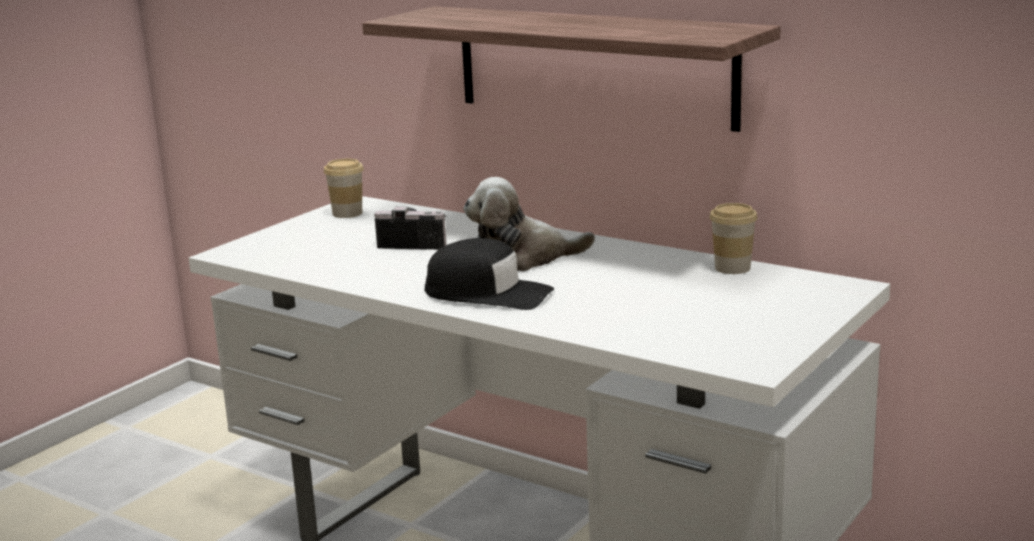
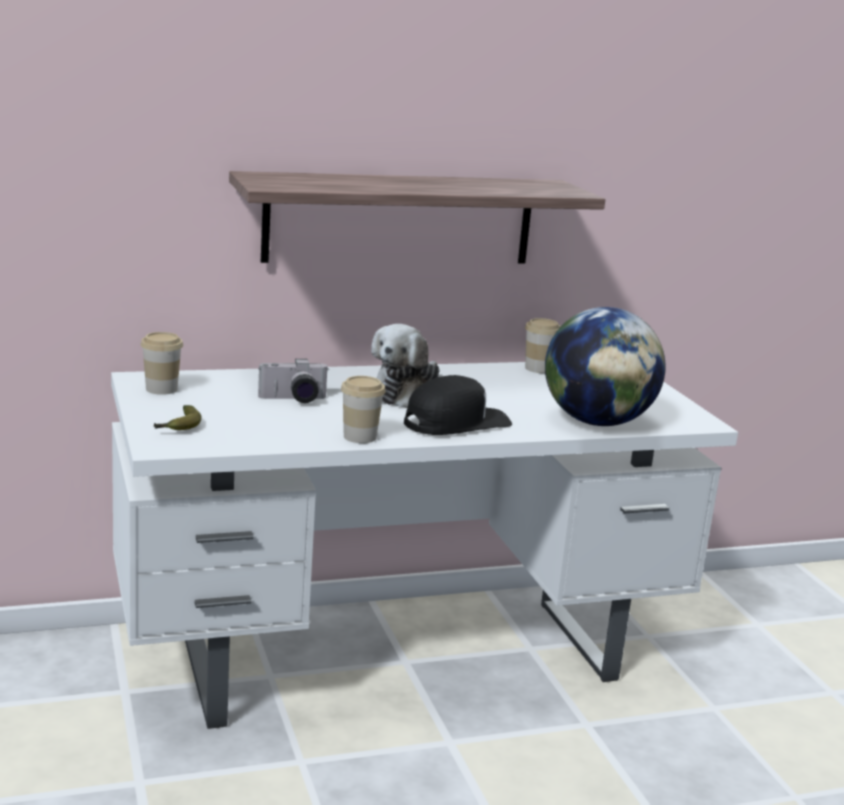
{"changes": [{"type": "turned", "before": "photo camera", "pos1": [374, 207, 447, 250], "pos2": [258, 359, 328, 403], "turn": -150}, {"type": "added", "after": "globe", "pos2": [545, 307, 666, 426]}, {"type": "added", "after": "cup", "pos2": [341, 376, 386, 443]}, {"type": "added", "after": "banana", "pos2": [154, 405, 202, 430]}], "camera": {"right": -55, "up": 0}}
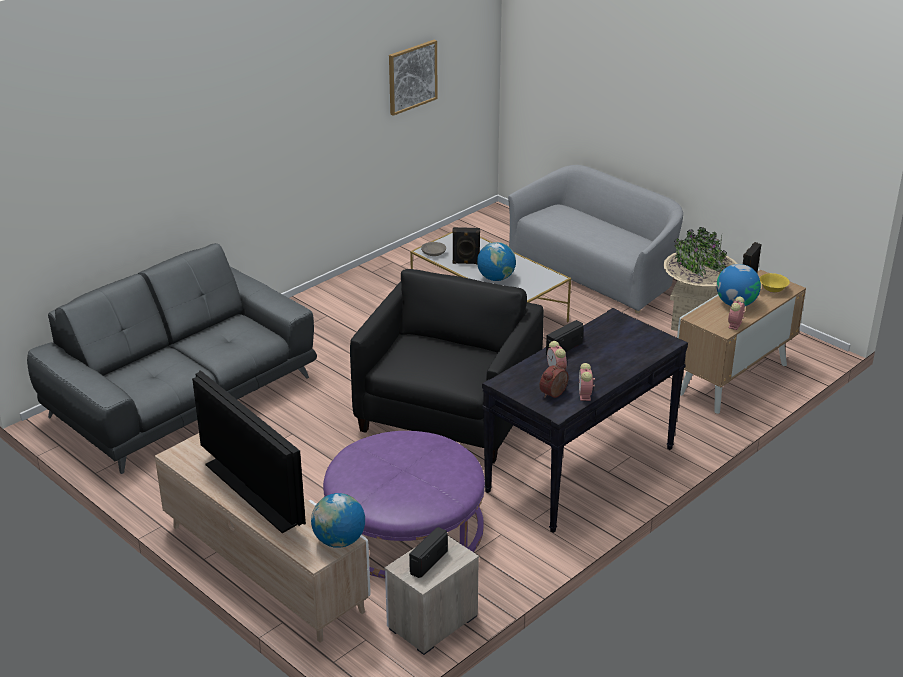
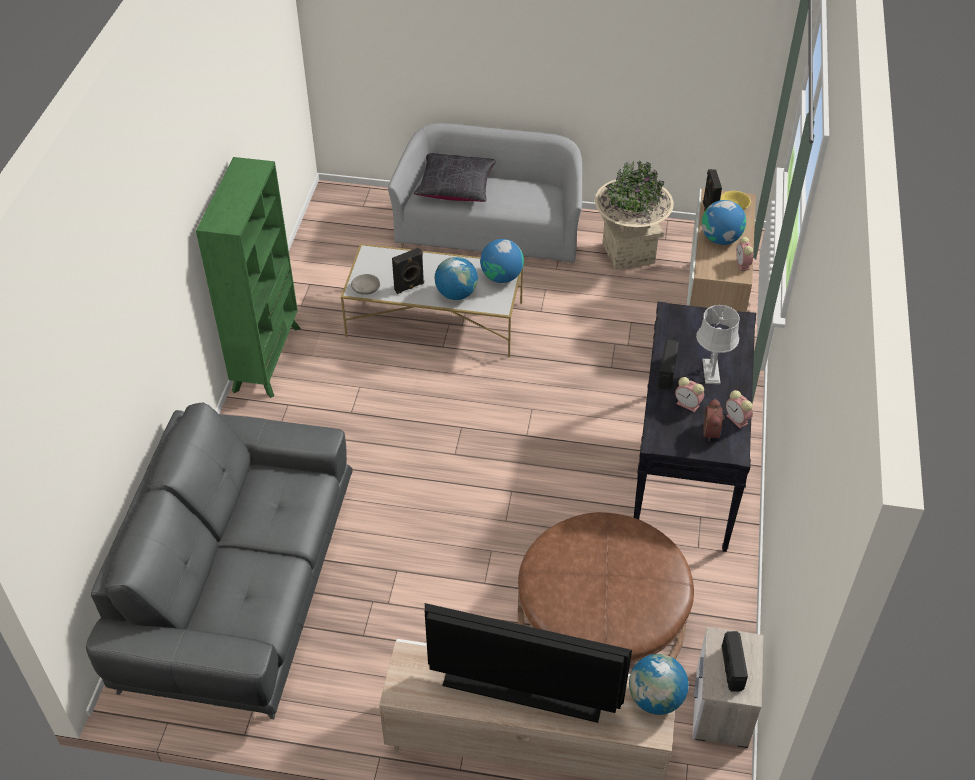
{"changes": [{"type": "removed", "before": "picture", "pos1": [389, 40, 438, 116]}, {"type": "removed", "before": "armchair (black)", "pos1": [350, 269, 544, 464]}, {"type": "recoloured", "before": "ottoman (purple)", "after": "ottoman (brown)", "pos1": [323, 431, 485, 578], "pos2": [518, 512, 694, 663]}, {"type": "added", "after": "pillow (black)", "pos2": [414, 153, 496, 202]}, {"type": "added", "after": "bookcase (green)", "pos2": [196, 157, 301, 398]}, {"type": "added", "after": "globe", "pos2": [480, 239, 524, 283]}, {"type": "added", "after": "table lamp (grey)", "pos2": [696, 305, 740, 384]}], "camera": {"right": -35, "up": 15}}
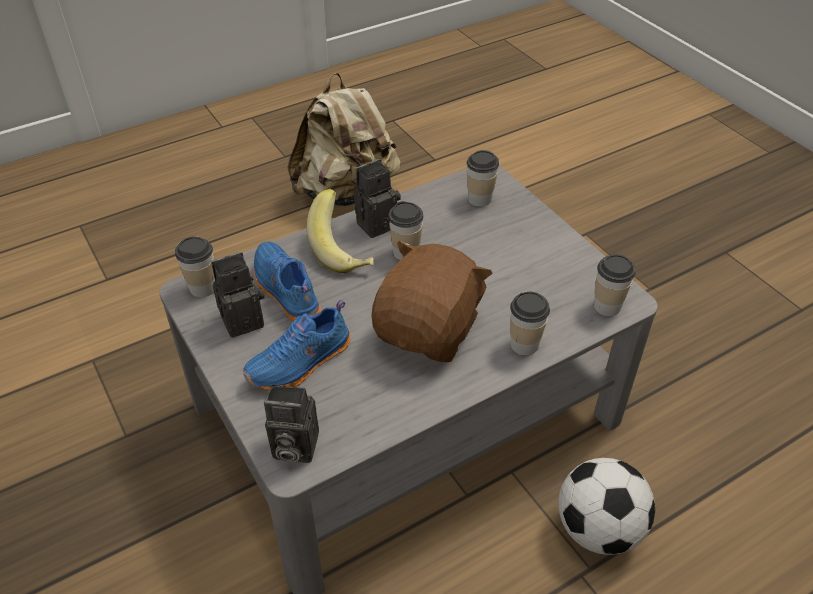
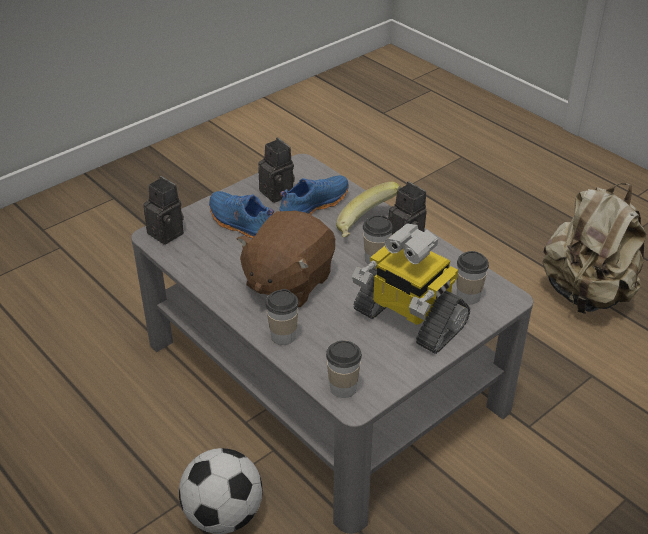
{"changes": [{"type": "removed", "before": "cup", "pos1": [175, 236, 215, 297]}, {"type": "turned", "before": "plush toy (brown)", "pos1": [371, 241, 493, 362], "pos2": [237, 211, 335, 308], "turn": 105}, {"type": "turned", "before": "photo camera", "pos1": [264, 384, 319, 463], "pos2": [144, 176, 184, 245], "turn": 135}, {"type": "added", "after": "toy robot", "pos2": [352, 223, 470, 354]}], "camera": {"right": 80, "up": -5}}
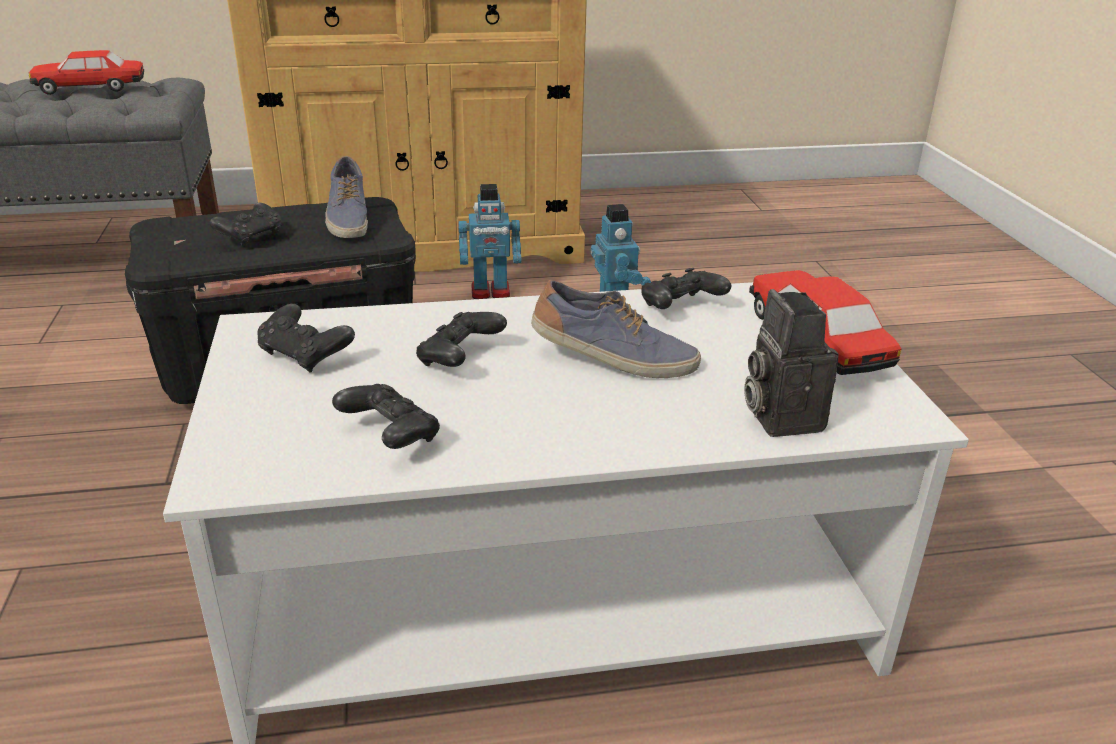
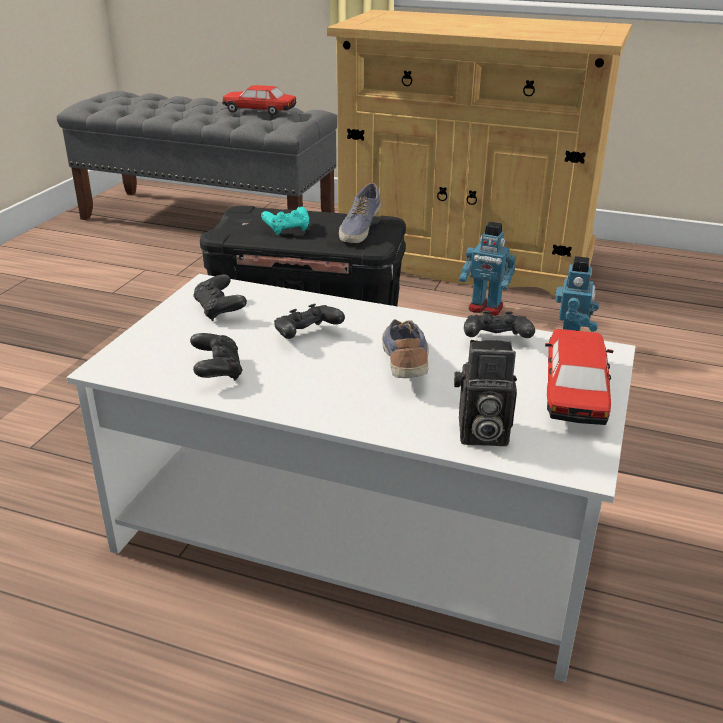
{"changes": [{"type": "recoloured", "before": "game controller (black)", "after": "game controller (turquoise)", "pos1": [210, 203, 281, 247], "pos2": [261, 206, 309, 235]}, {"type": "turned", "before": "shoe", "pos1": [531, 280, 701, 378], "pos2": [382, 319, 429, 378], "turn": -135}, {"type": "turned", "before": "photo camera", "pos1": [744, 289, 839, 437], "pos2": [454, 340, 517, 446], "turn": -105}], "camera": {"right": 30, "up": 0}}
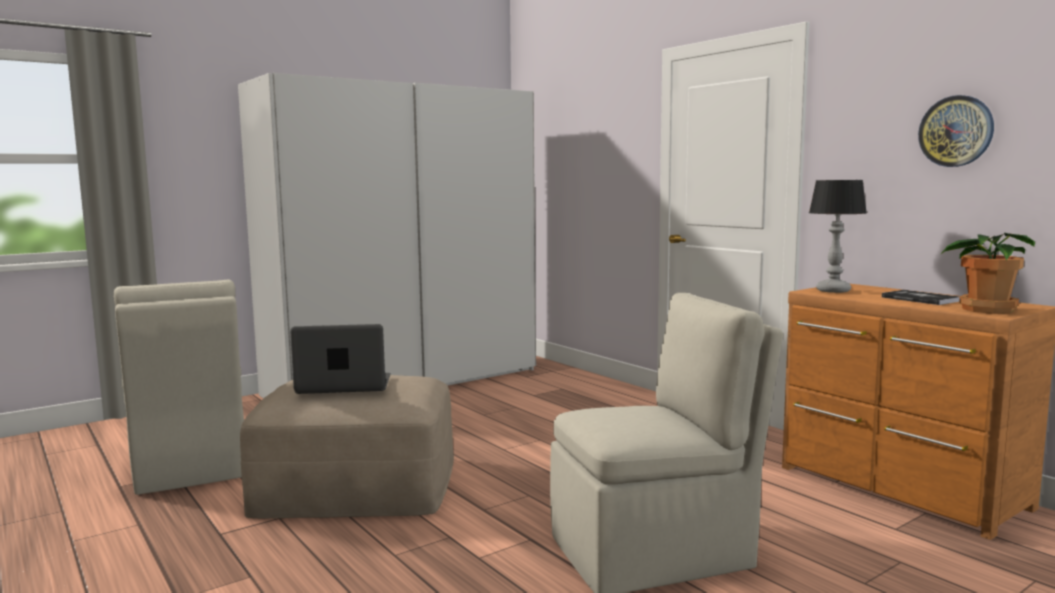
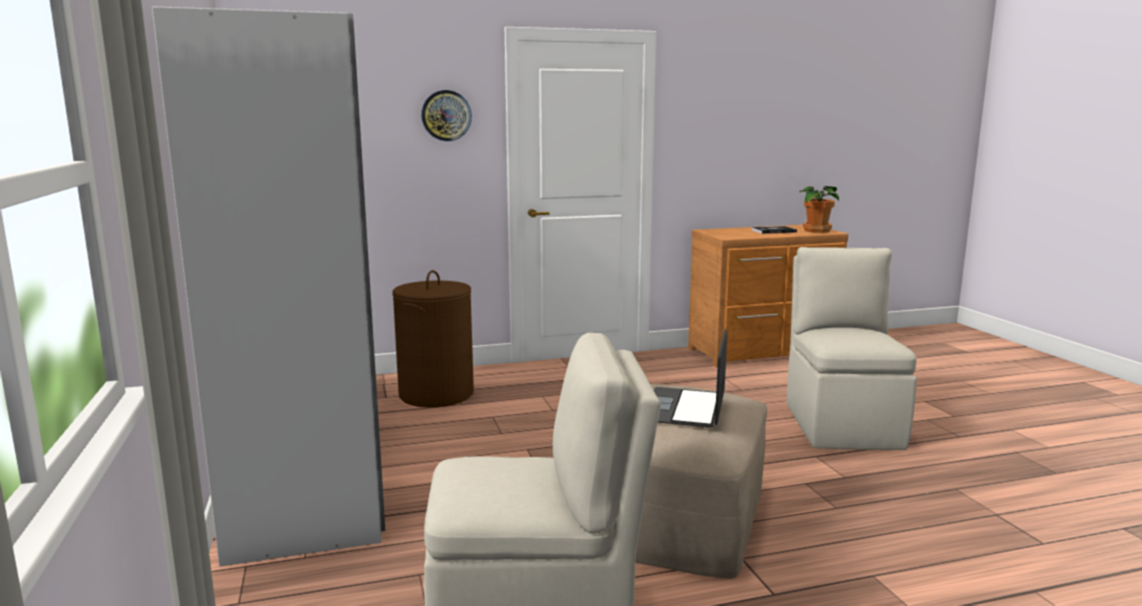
{"changes": [{"type": "moved", "before": "wall clock", "pos1": [918, 95, 994, 167], "pos2": [421, 90, 472, 141]}, {"type": "removed", "before": "table lamp", "pos1": [809, 180, 867, 293]}, {"type": "added", "after": "laundry basket (brown)", "pos2": [392, 270, 474, 407]}], "camera": {"right": -70, "up": 5}}
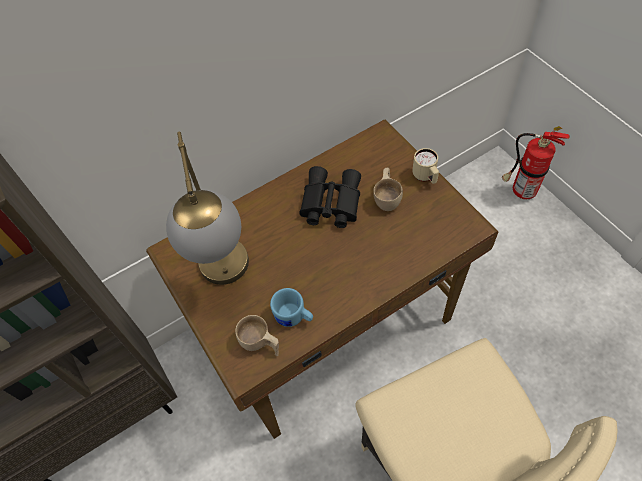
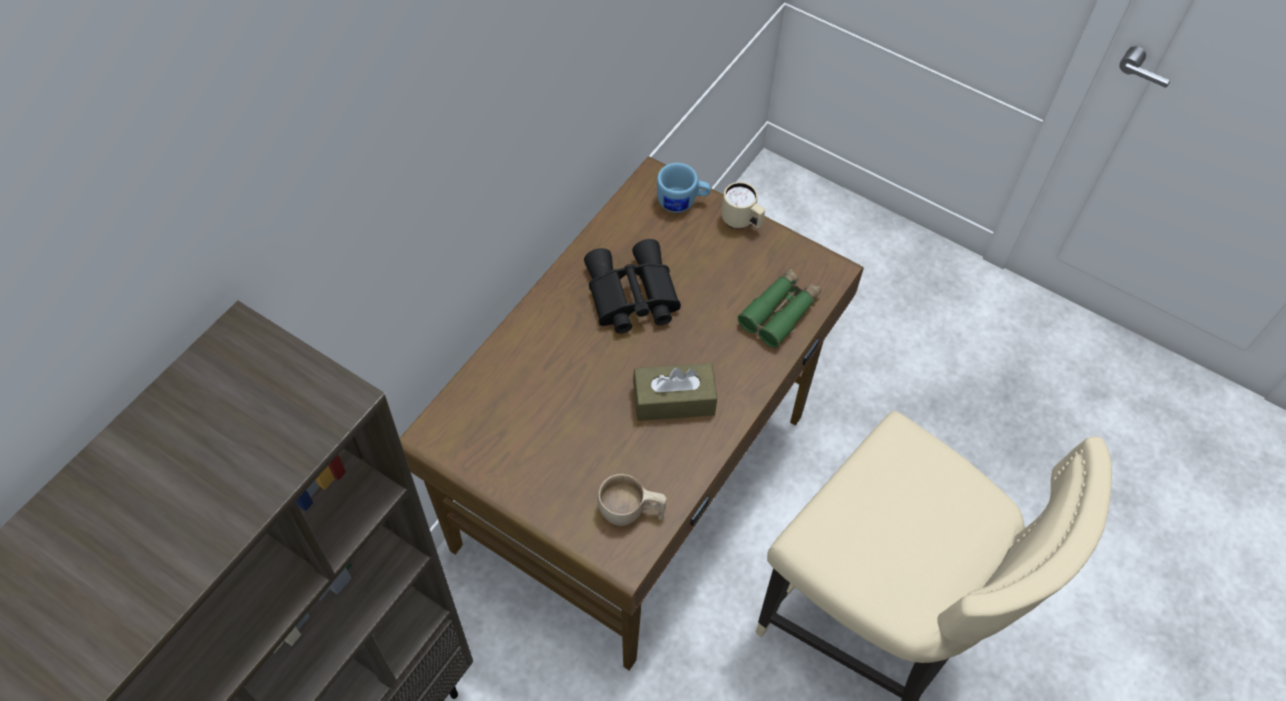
{"changes": [{"type": "removed", "before": "fire extinguisher", "pos1": [502, 126, 570, 199]}, {"type": "removed", "before": "table lamp", "pos1": [166, 132, 249, 285]}, {"type": "removed", "before": "cup (beige)", "pos1": [373, 168, 403, 211]}, {"type": "moved", "before": "mug (blue)", "pos1": [270, 288, 313, 327], "pos2": [657, 163, 711, 213]}, {"type": "added", "after": "binoculars (green)", "pos2": [738, 268, 822, 348]}, {"type": "added", "after": "tissue box (brown)", "pos2": [633, 363, 717, 421]}], "camera": {"right": -30, "up": 0}}
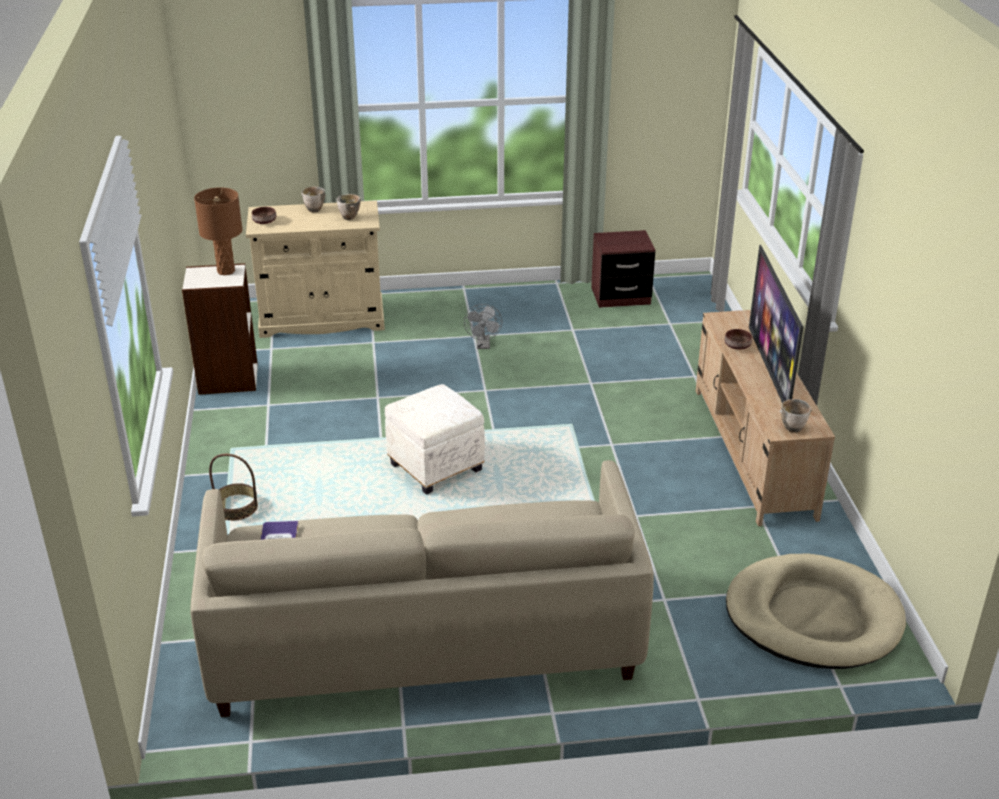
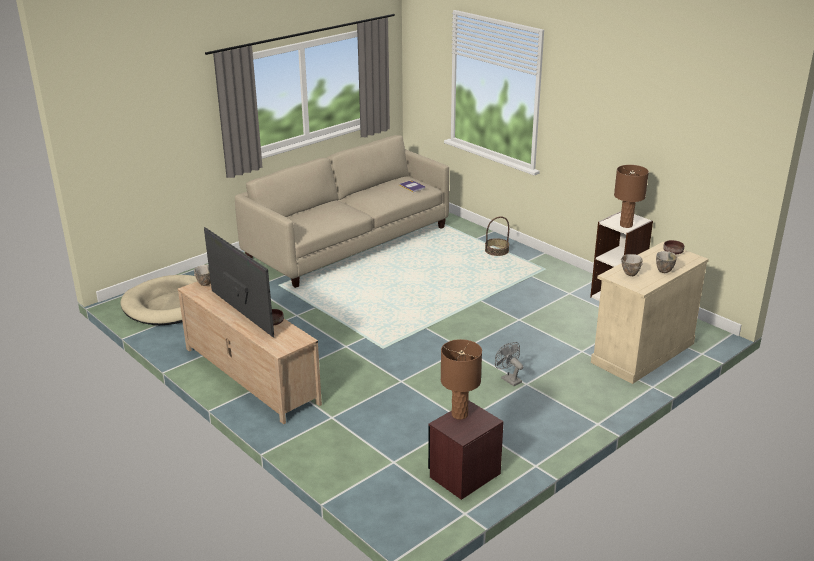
{"changes": [{"type": "removed", "before": "ottoman (white)", "pos1": [385, 384, 485, 495]}, {"type": "added", "after": "table lamp (brown)", "pos2": [441, 339, 482, 420]}], "camera": {"right": 145, "up": -5}}
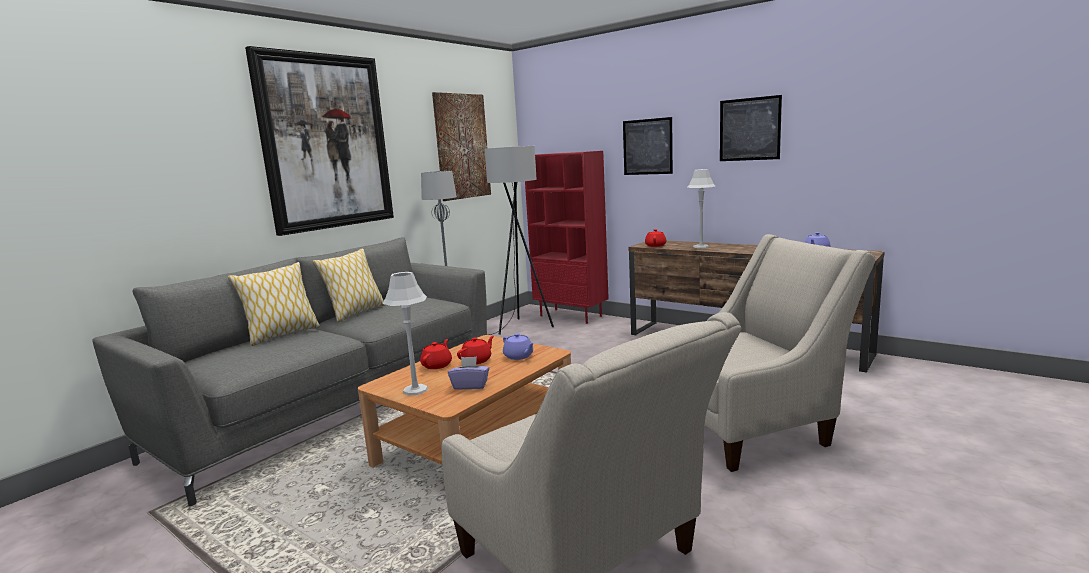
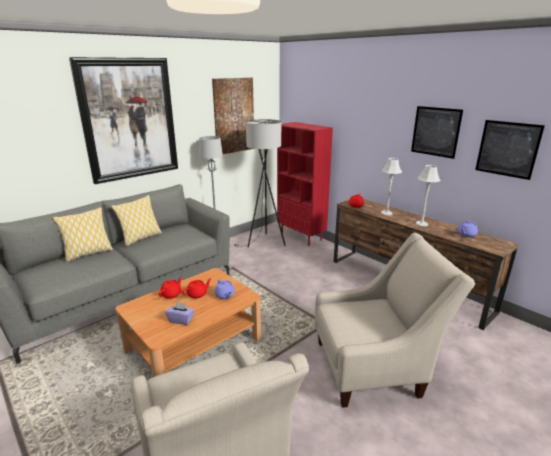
{"changes": [{"type": "moved", "before": "picture", "pos1": [623, 117, 673, 175], "pos2": [475, 120, 545, 180]}, {"type": "moved", "before": "table lamp (grey)", "pos1": [382, 272, 428, 396], "pos2": [415, 165, 441, 226]}], "camera": {"right": 10, "up": 10}}
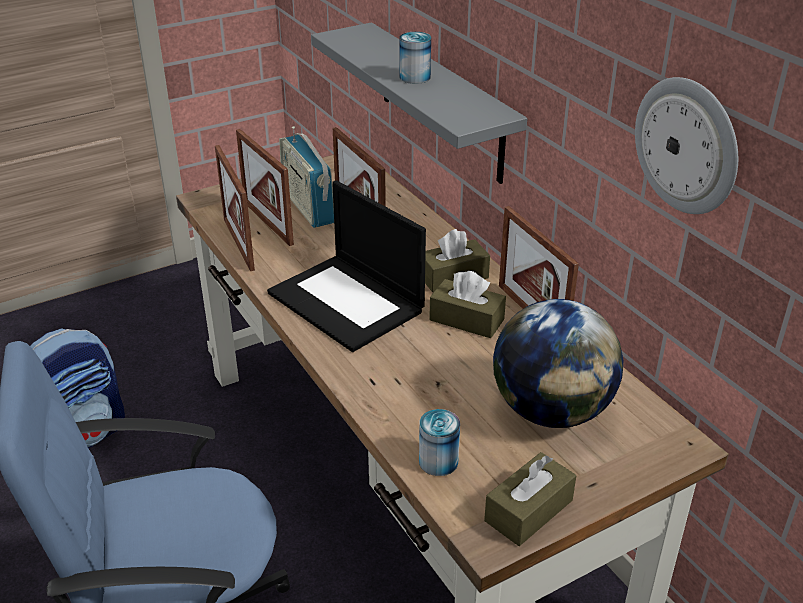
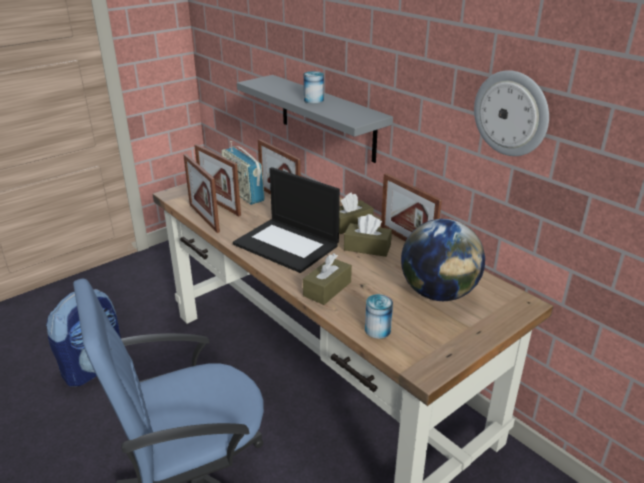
{"changes": [{"type": "moved", "before": "tissue box (brown)", "pos1": [484, 452, 576, 546], "pos2": [303, 253, 352, 305]}], "camera": {"right": -10, "up": -5}}
